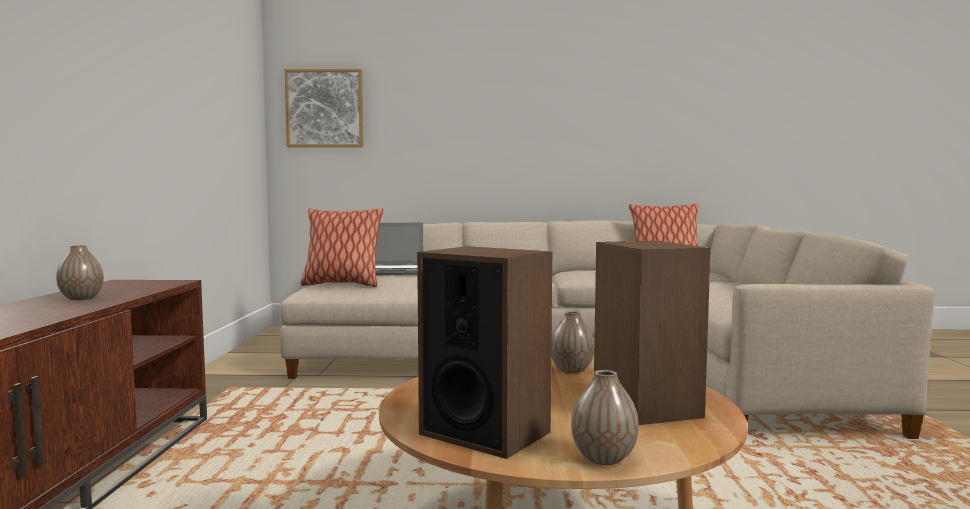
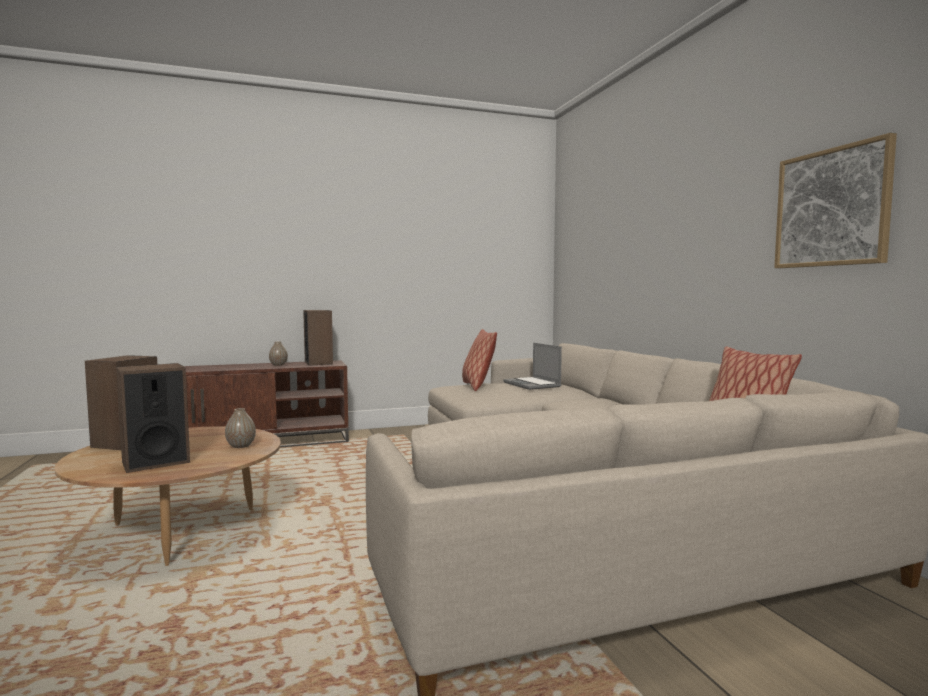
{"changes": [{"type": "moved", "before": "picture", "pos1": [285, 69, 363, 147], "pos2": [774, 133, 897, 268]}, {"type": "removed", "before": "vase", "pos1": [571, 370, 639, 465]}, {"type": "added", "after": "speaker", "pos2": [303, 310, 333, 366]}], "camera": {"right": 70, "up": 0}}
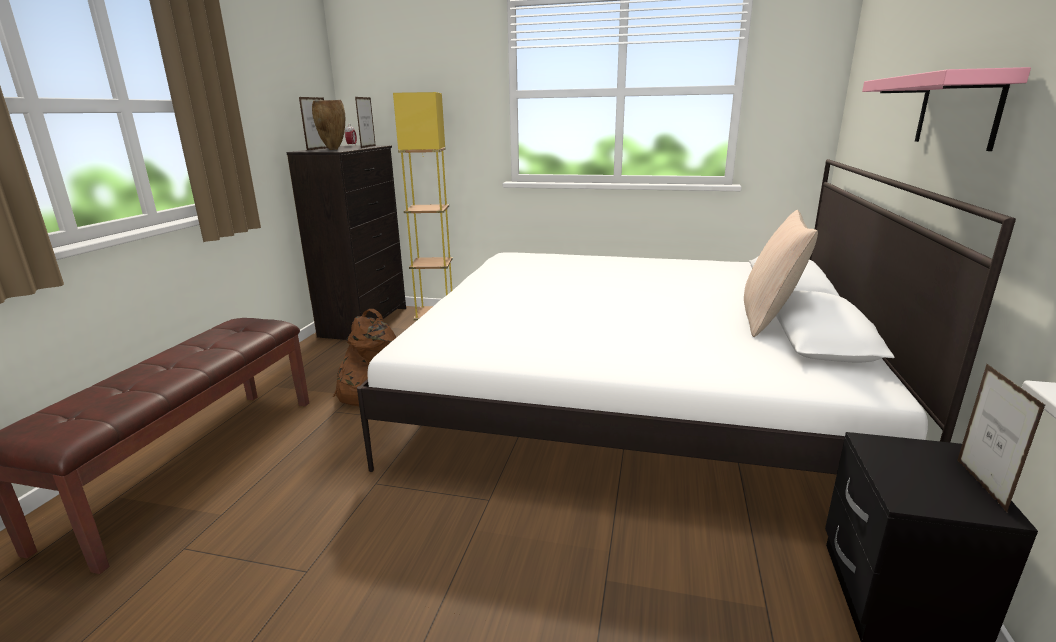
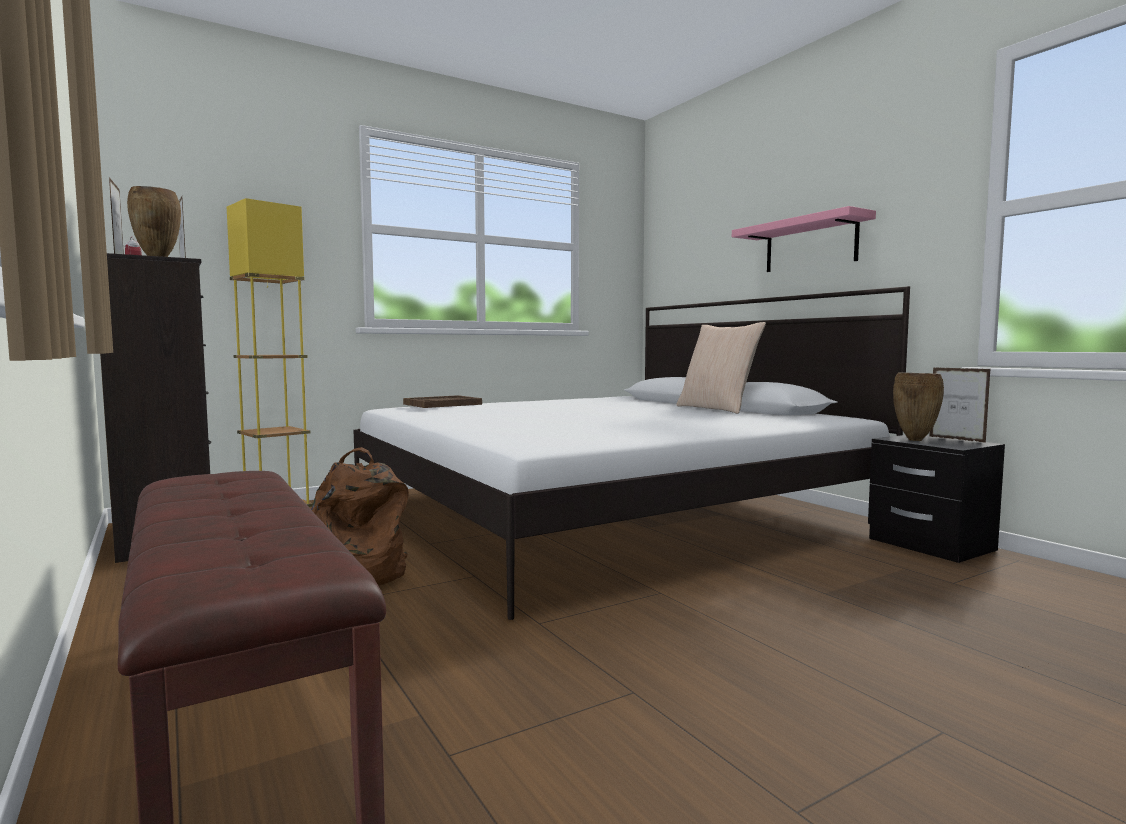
{"changes": [{"type": "added", "after": "vase (brown)", "pos2": [893, 372, 944, 441]}, {"type": "added", "after": "tray (brown)", "pos2": [403, 395, 482, 408]}], "camera": {"right": -45, "up": -15}}
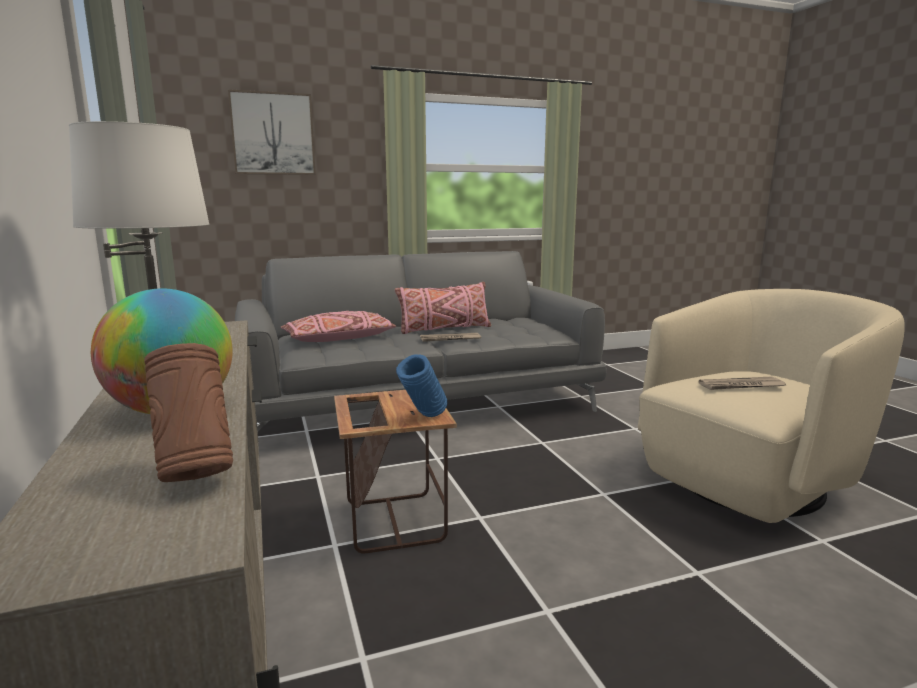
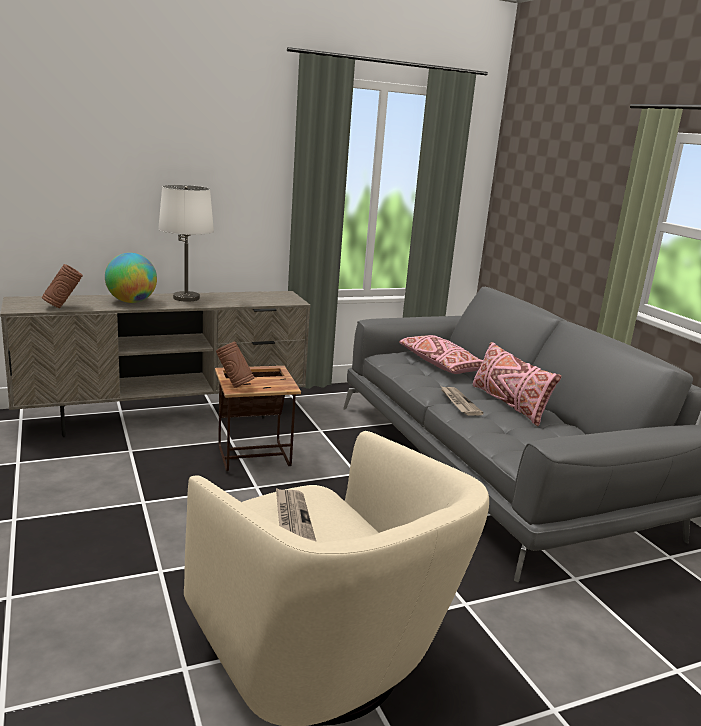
{"changes": [{"type": "removed", "before": "picture", "pos1": [228, 89, 316, 175]}, {"type": "recoloured", "before": "vase (blue)", "after": "vase (brown)", "pos1": [396, 354, 447, 417], "pos2": [216, 342, 255, 388]}], "camera": {"right": 85, "up": 5}}
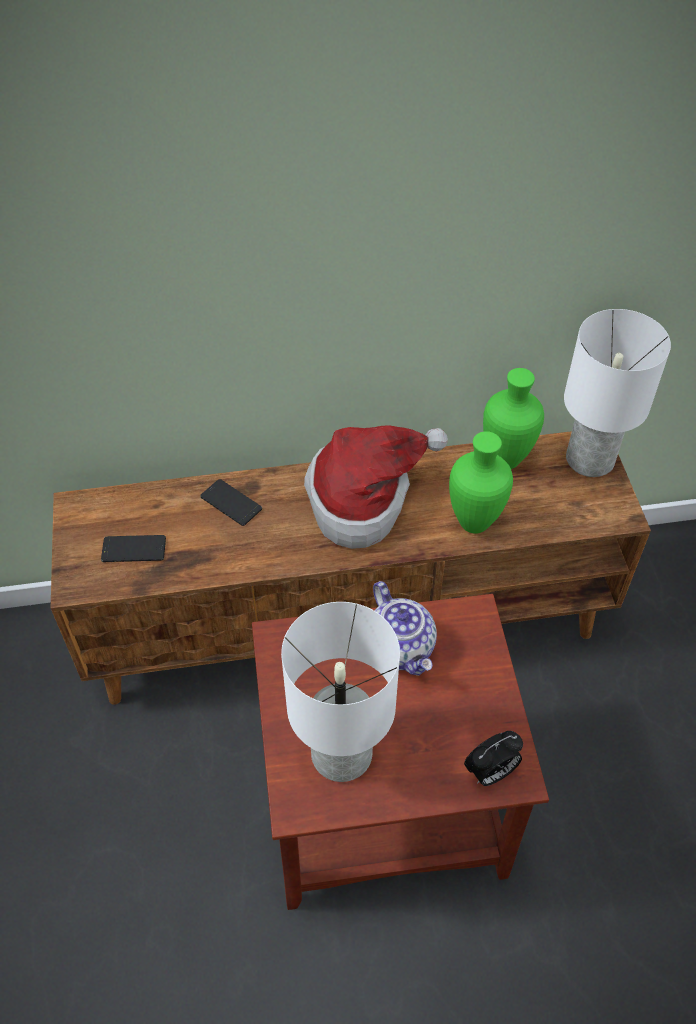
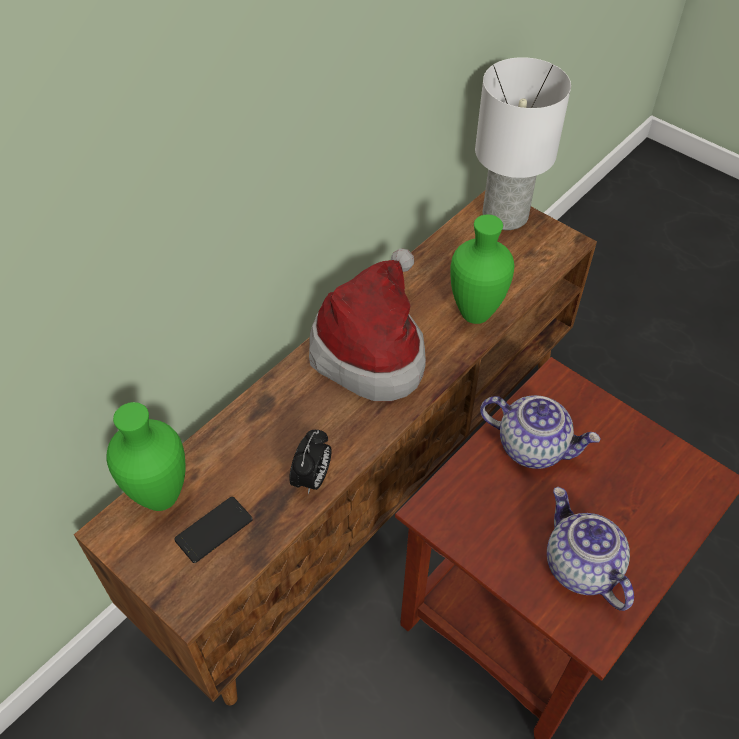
{"changes": [{"type": "moved", "before": "vase (green)", "pos1": [483, 368, 544, 469], "pos2": [107, 402, 186, 511]}, {"type": "removed", "before": "phone", "pos1": [200, 479, 262, 526]}, {"type": "replaced", "before": "table lamp (white)", "after": "teapot", "pos1": [281, 602, 400, 782], "pos2": [547, 487, 634, 611]}, {"type": "moved", "before": "alarm clock", "pos1": [464, 731, 523, 786], "pos2": [289, 430, 332, 494]}], "camera": {"right": -40, "up": 0}}
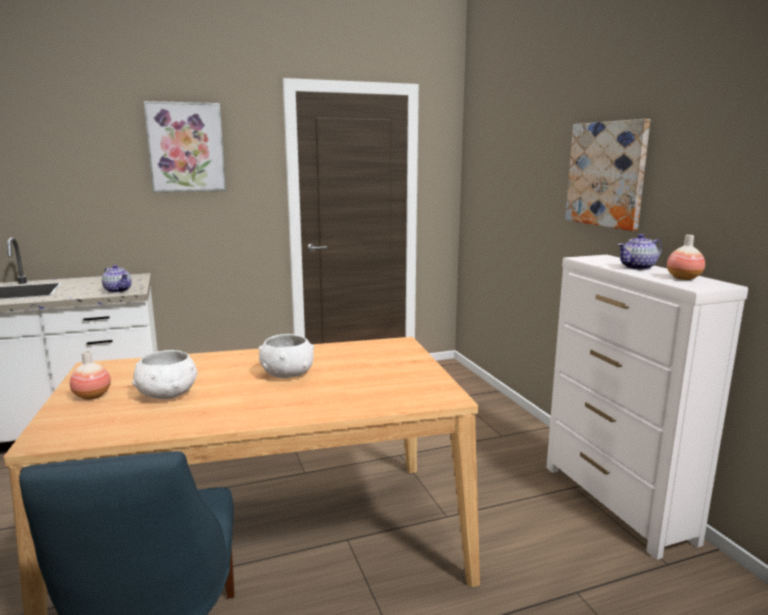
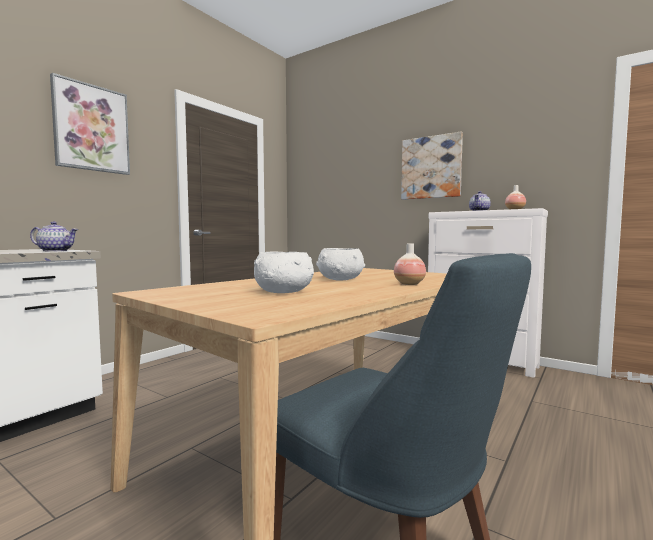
{"changes": [{"type": "moved", "before": "vase", "pos1": [70, 351, 111, 400], "pos2": [394, 244, 426, 285]}], "camera": {"right": -35, "up": -10}}
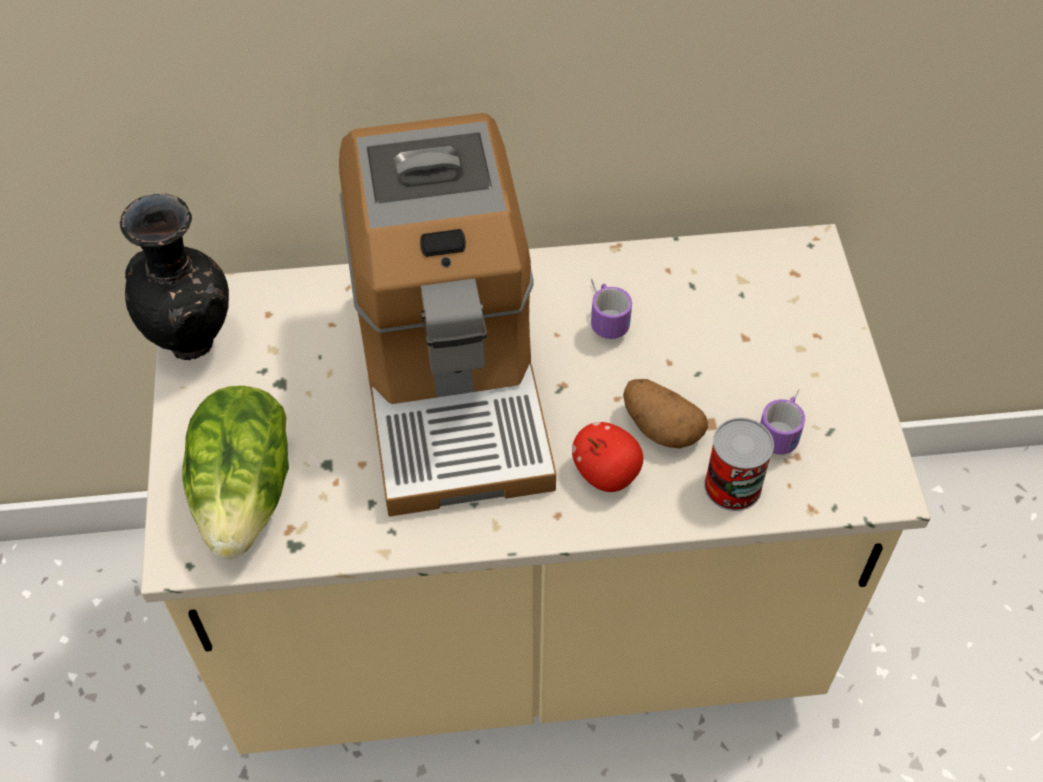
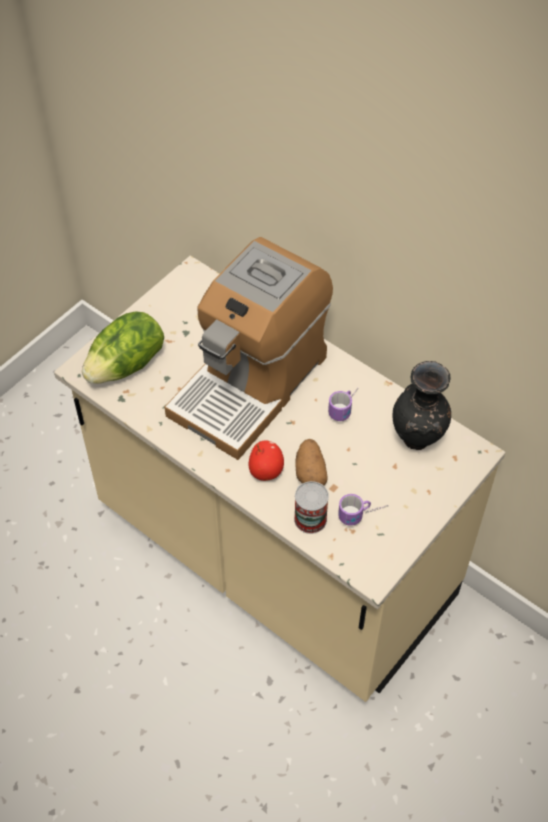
{"changes": [{"type": "moved", "before": "vase (black)", "pos1": [120, 193, 229, 360], "pos2": [392, 361, 451, 450]}], "camera": {"right": 45, "up": 0}}
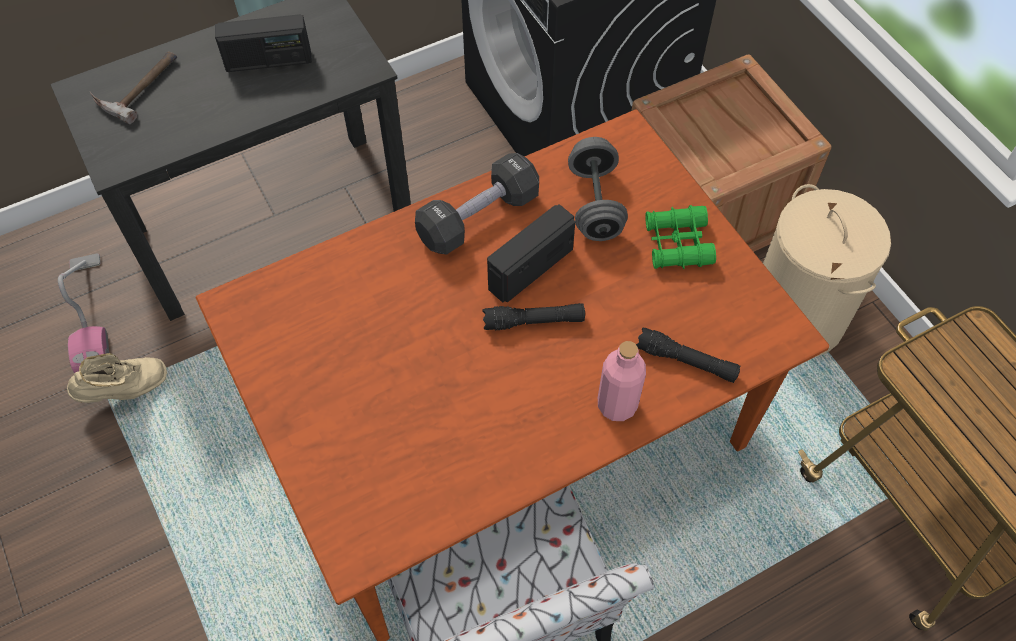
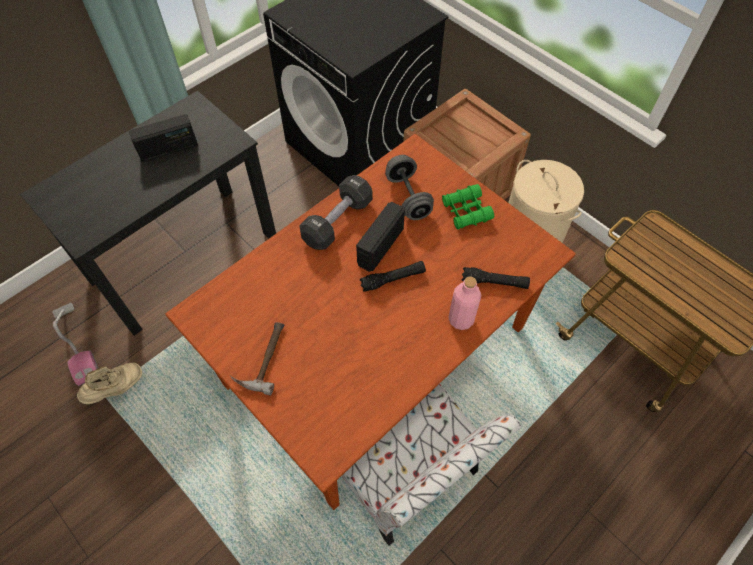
{"changes": [{"type": "moved", "before": "hammer", "pos1": [90, 52, 177, 124], "pos2": [230, 322, 284, 396]}], "camera": {"right": -15, "up": 0}}
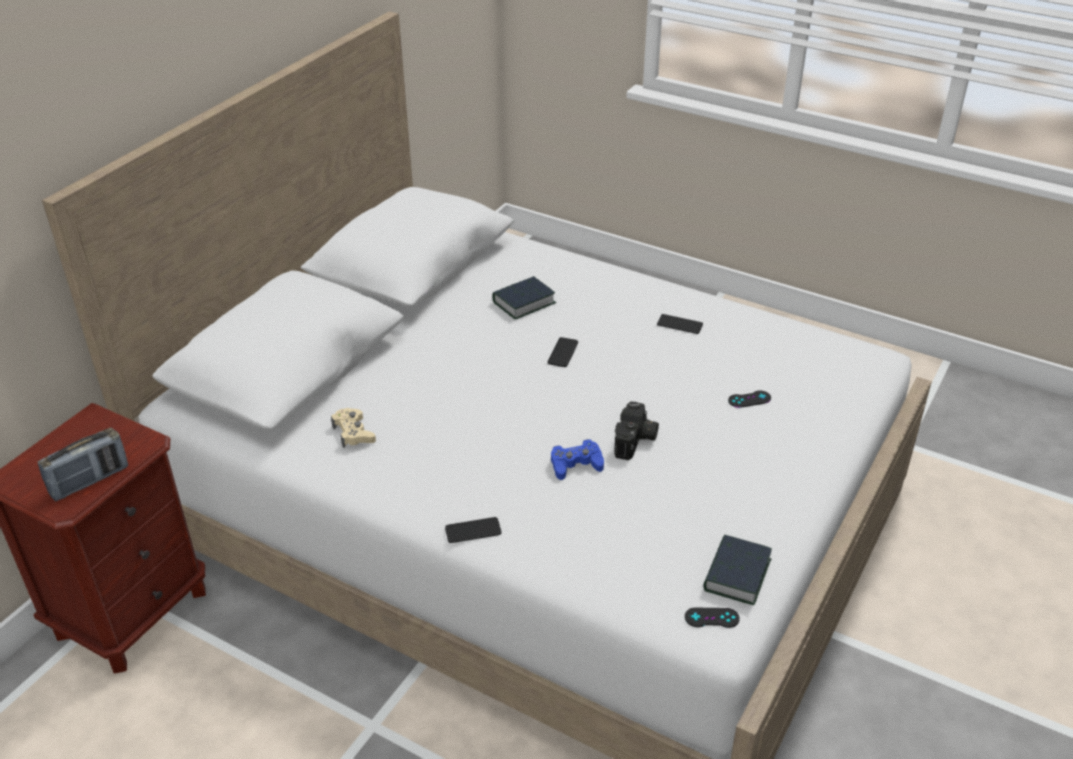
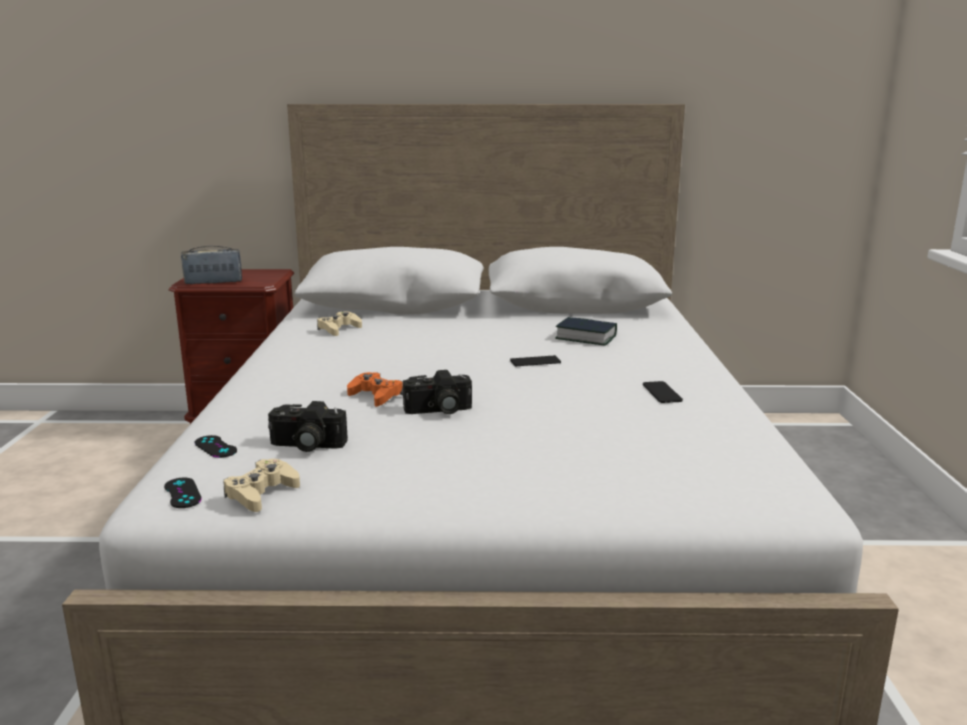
{"changes": [{"type": "moved", "before": "game controller (black)", "pos1": [728, 390, 771, 408], "pos2": [195, 435, 237, 458]}, {"type": "turned", "before": "radio", "pos1": [38, 428, 128, 501], "pos2": [181, 246, 242, 284], "turn": 150}, {"type": "recoloured", "before": "game controller (blue)", "after": "game controller (orange)", "pos1": [551, 439, 604, 480], "pos2": [347, 372, 403, 407]}, {"type": "removed", "before": "phone", "pos1": [445, 517, 501, 543]}, {"type": "replaced", "before": "book", "after": "game controller (beige)", "pos1": [704, 535, 772, 605], "pos2": [223, 459, 300, 512]}, {"type": "added", "after": "photo camera", "pos2": [268, 401, 348, 452]}], "camera": {"right": 60, "up": -20}}
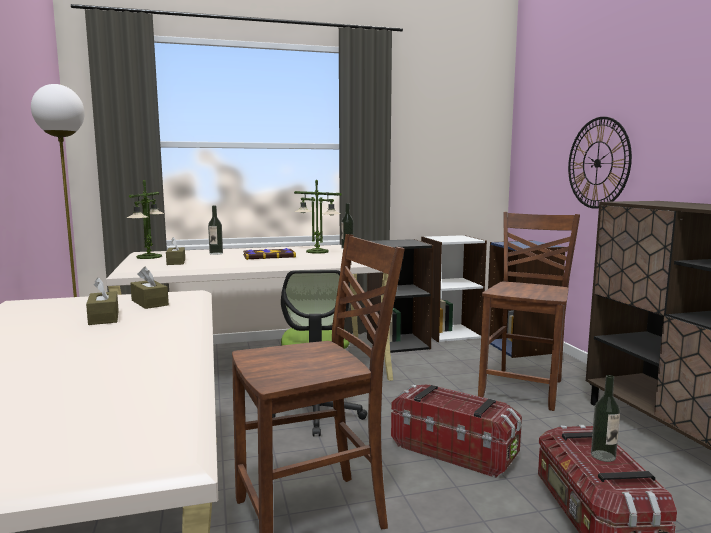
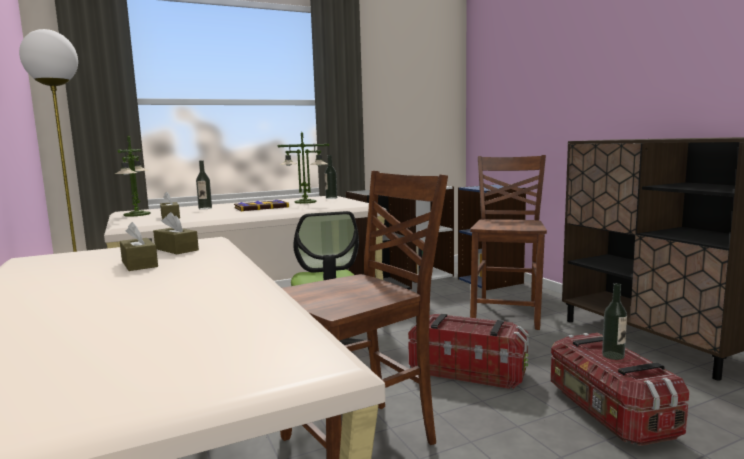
{"changes": [{"type": "removed", "before": "wall clock", "pos1": [568, 117, 632, 209]}], "camera": {"right": -10, "up": 0}}
